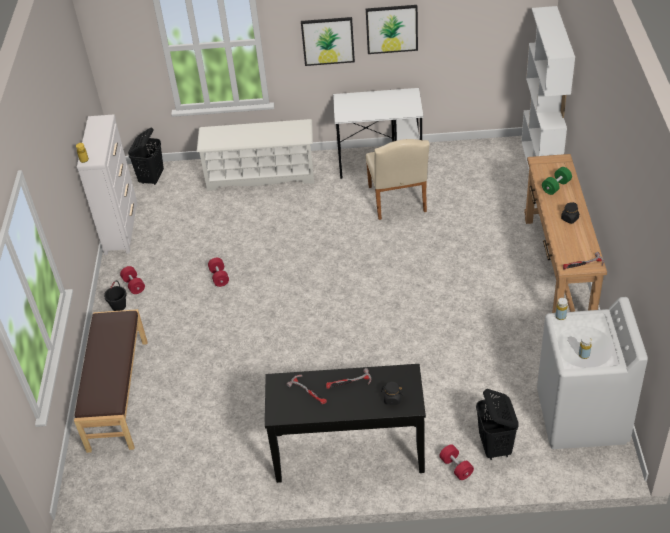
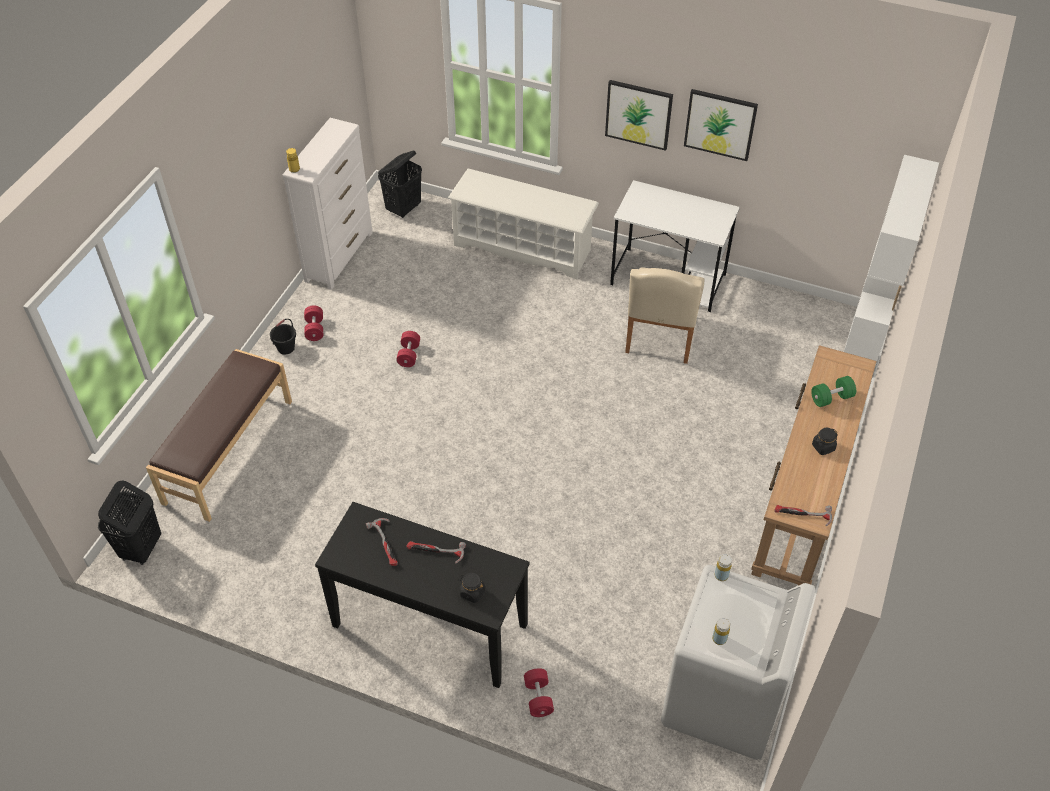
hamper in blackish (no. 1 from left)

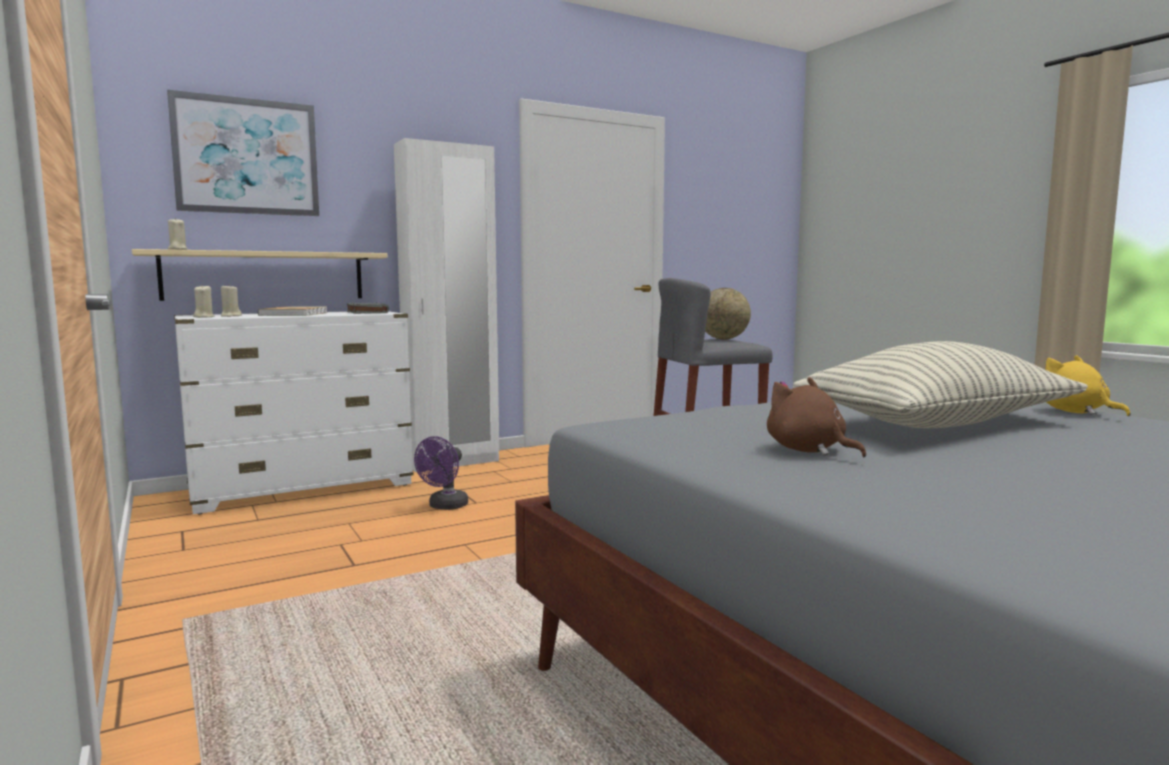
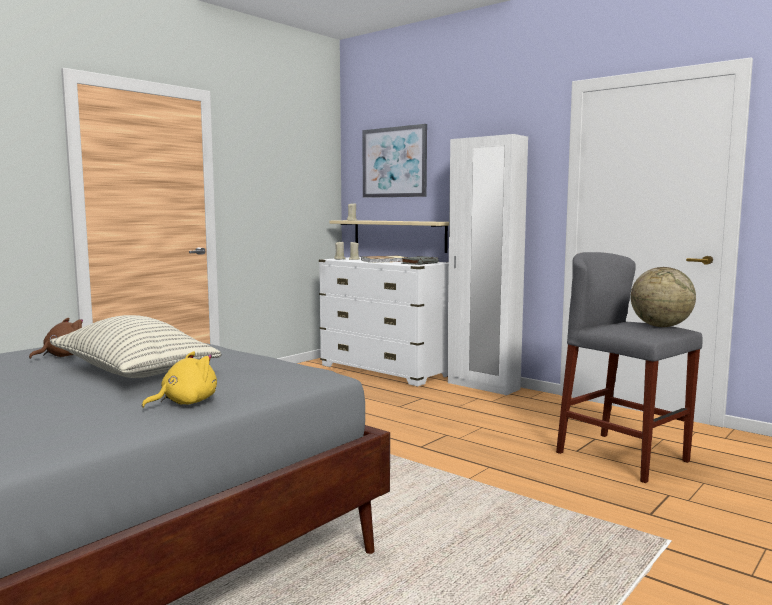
fan in purple-coloured

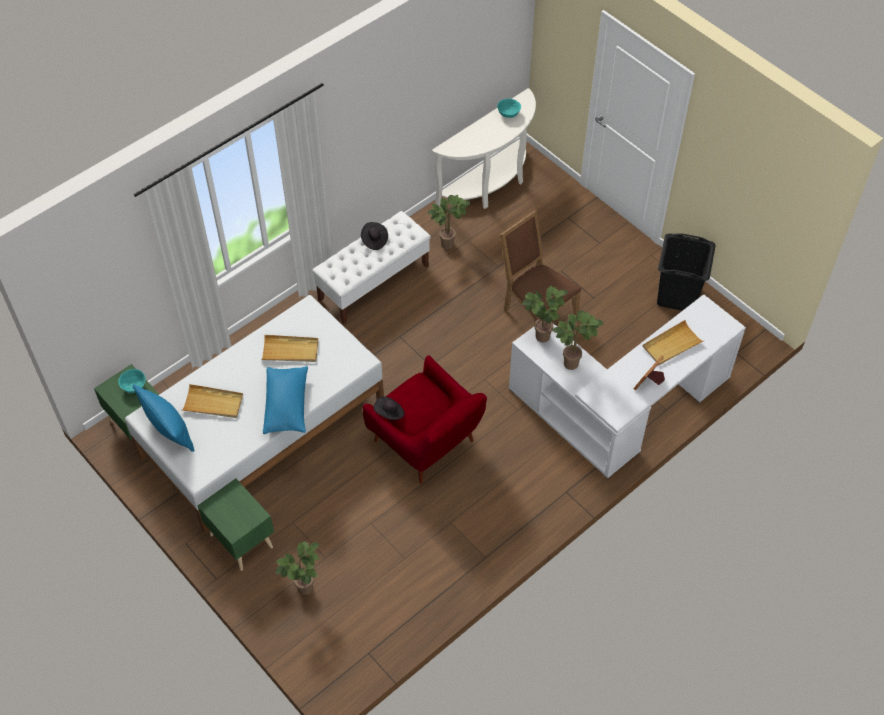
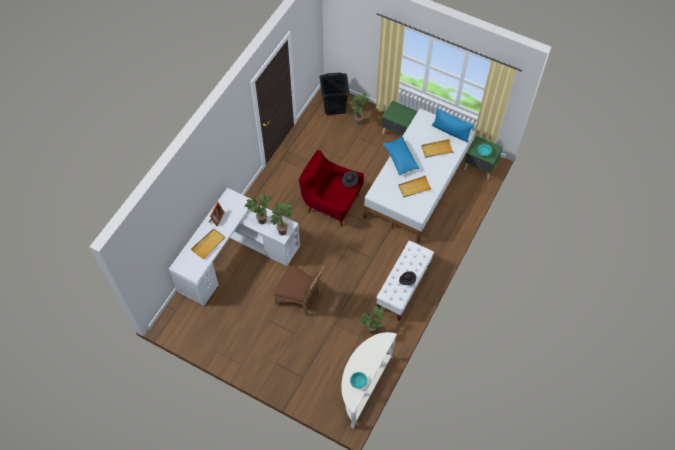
hamper in blackish

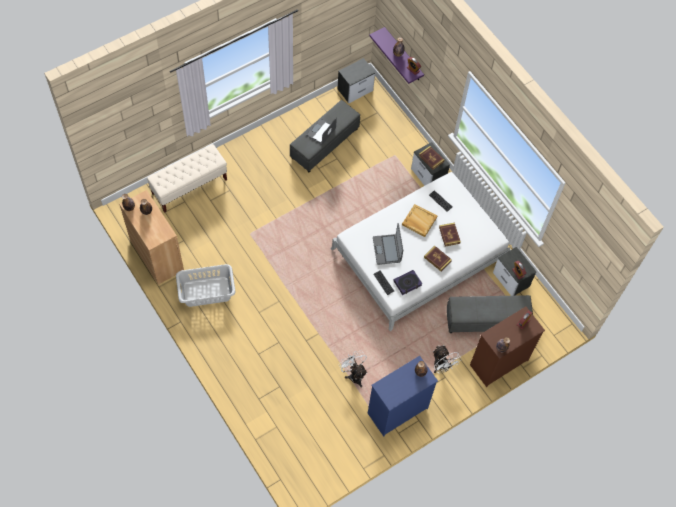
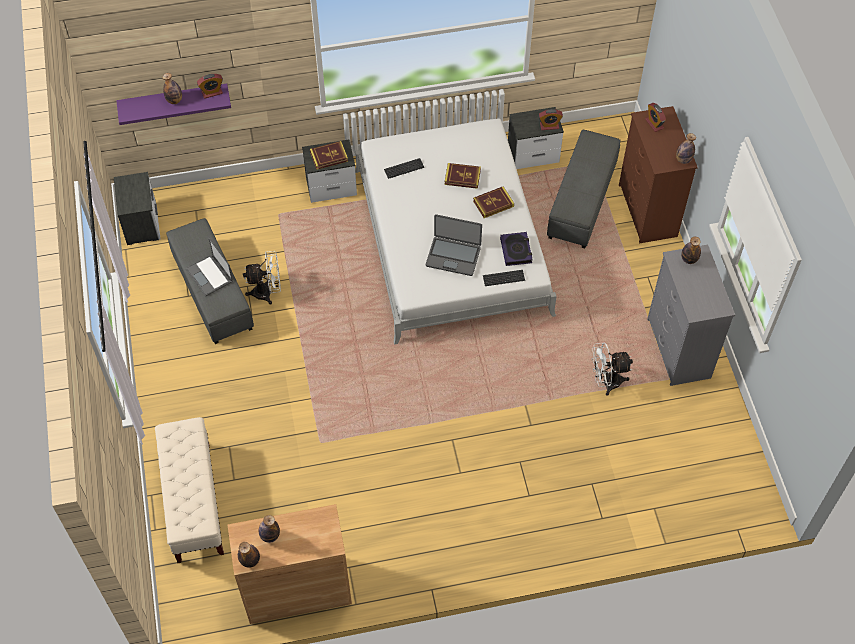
hamper in grey
chest of drawers in grey
tray in beige
fan in white-coloured (no. 1 from left)

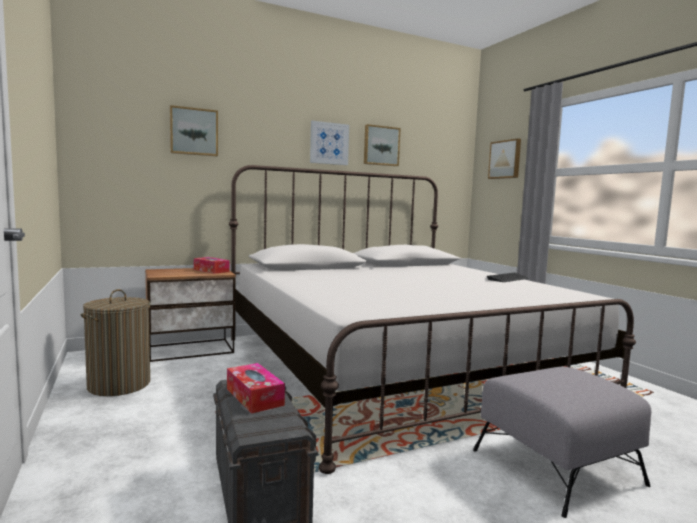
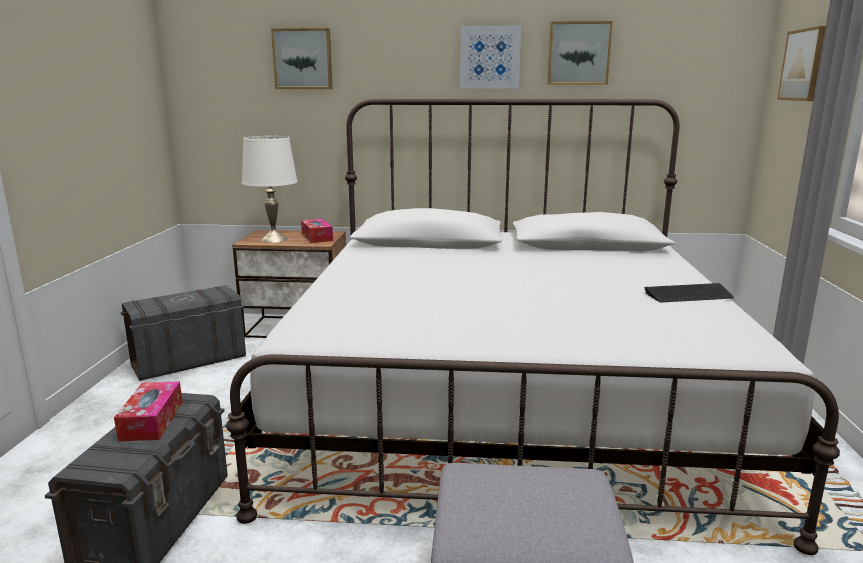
storage box in grey (no. 2 from left)
tabletop lamp in white-coloured

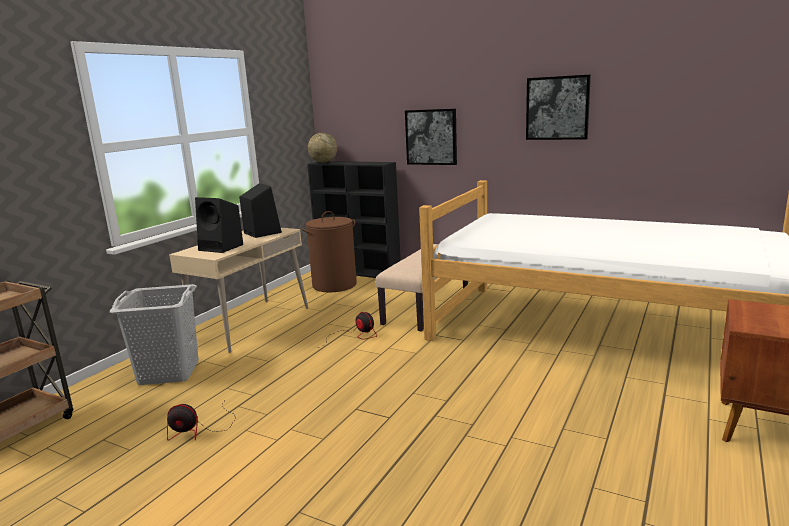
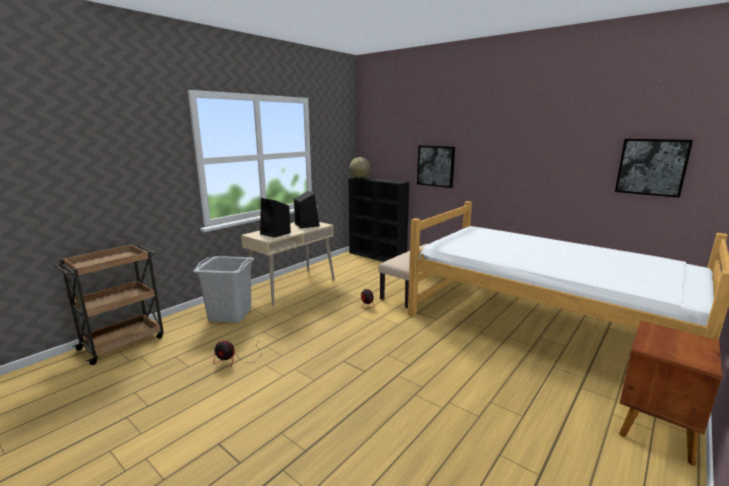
hamper in brown-coloured
wall picture (no. 2 from left)

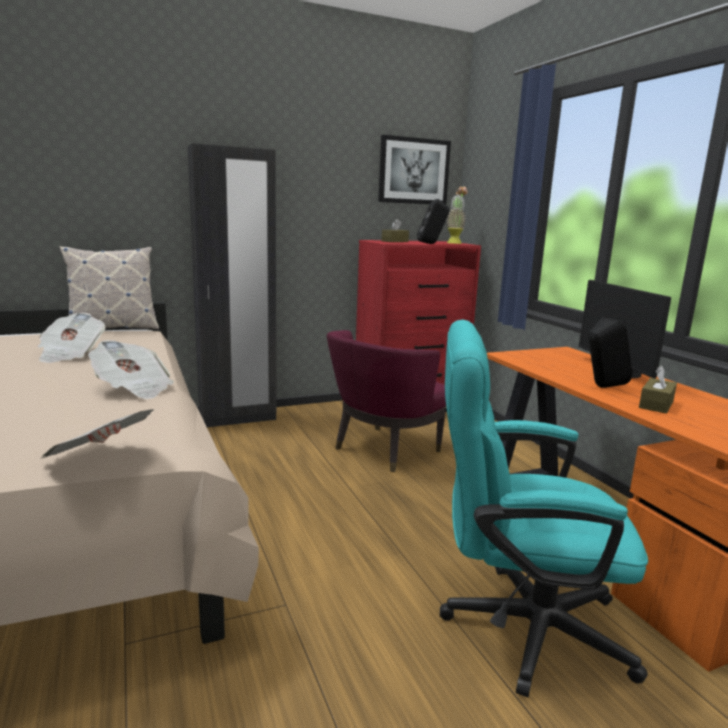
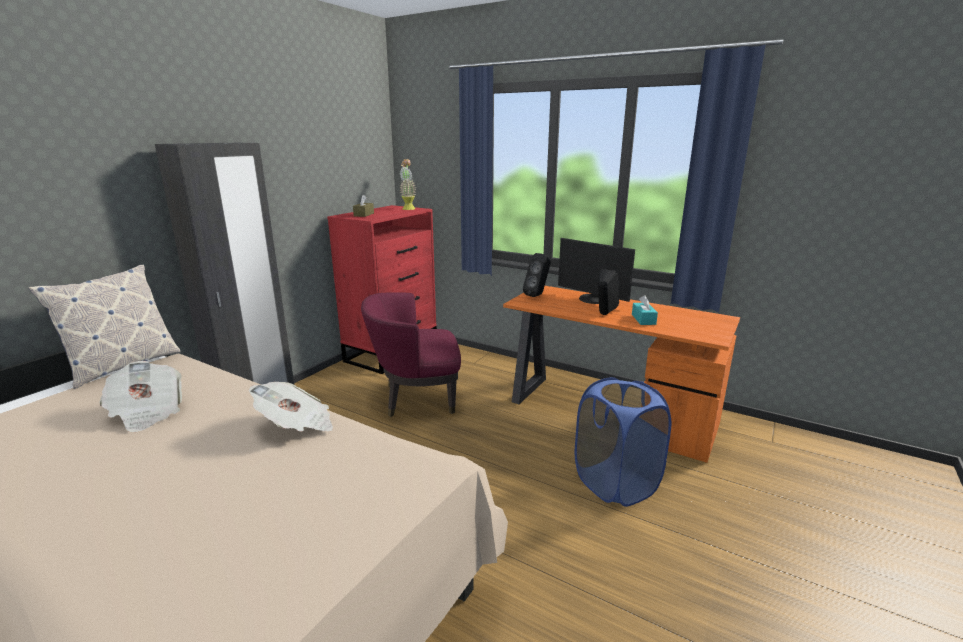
printed paper (no. 2 from left in the first image)
lounge chair in purple-coloured
wall picture
audio speaker in blackish (no. 1 from left)
hamper in blue
tissue box in turquoise-coloured

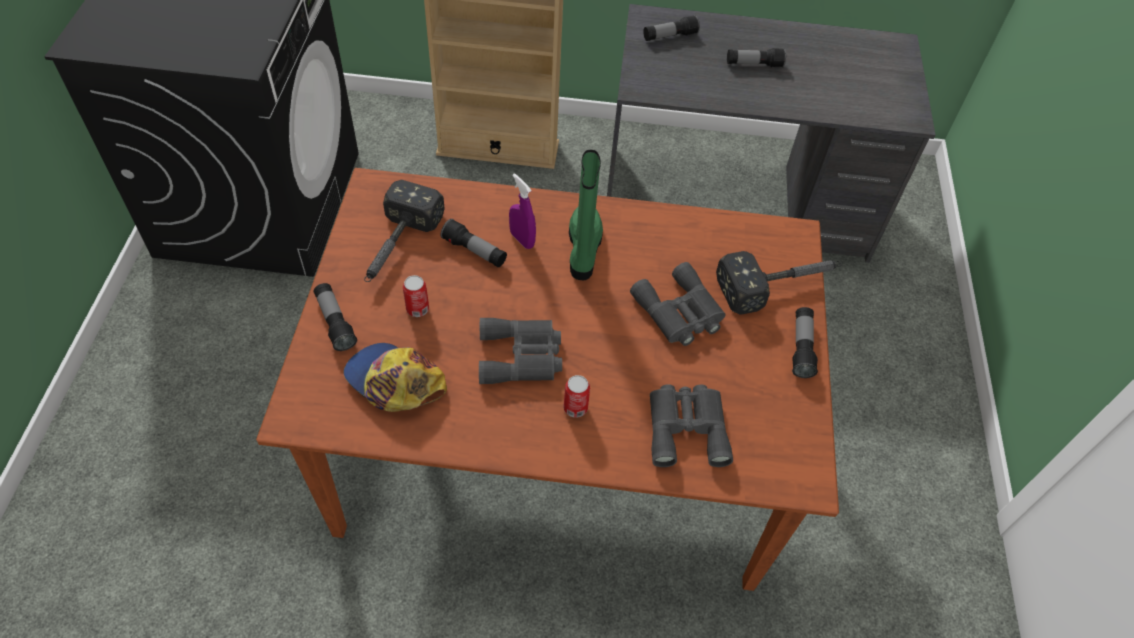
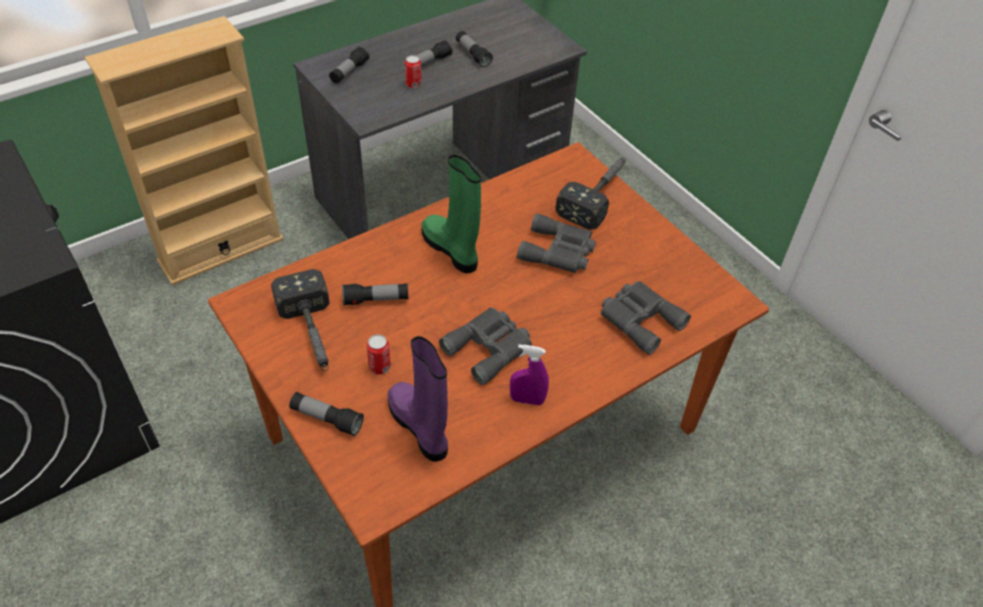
tall boot in purple-coloured
hand sprayer in purple-coloured
can (no. 2 from left)
flashlight (no. 5 from left)

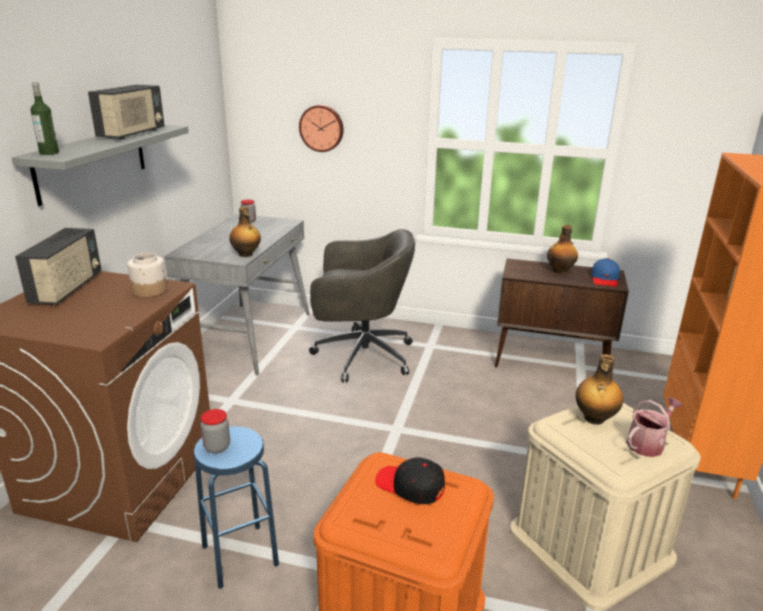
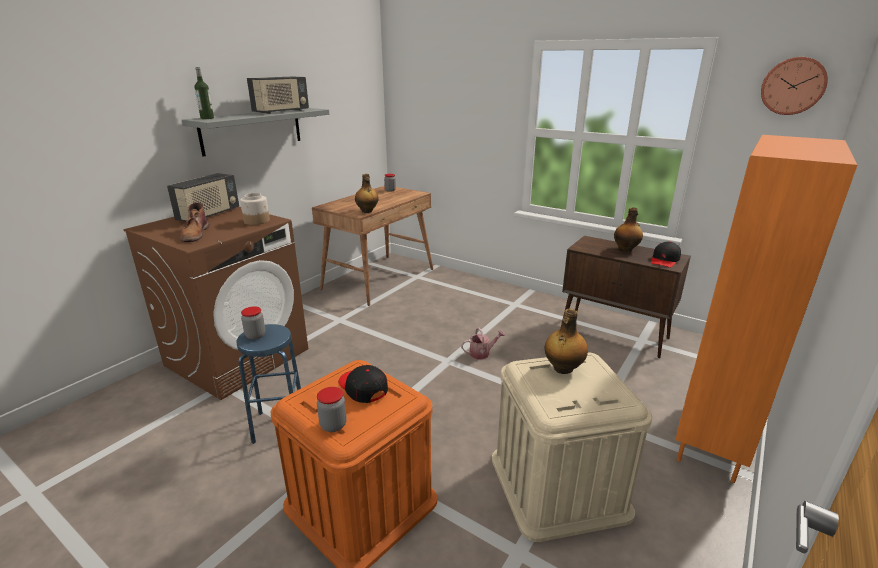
desk table in brown-coloured
clock on the wall
desk chair in grey
baseball cap in blackish (no. 2 from left)
watering can
tall boot in brown-coloured
jar (no. 3 from left)

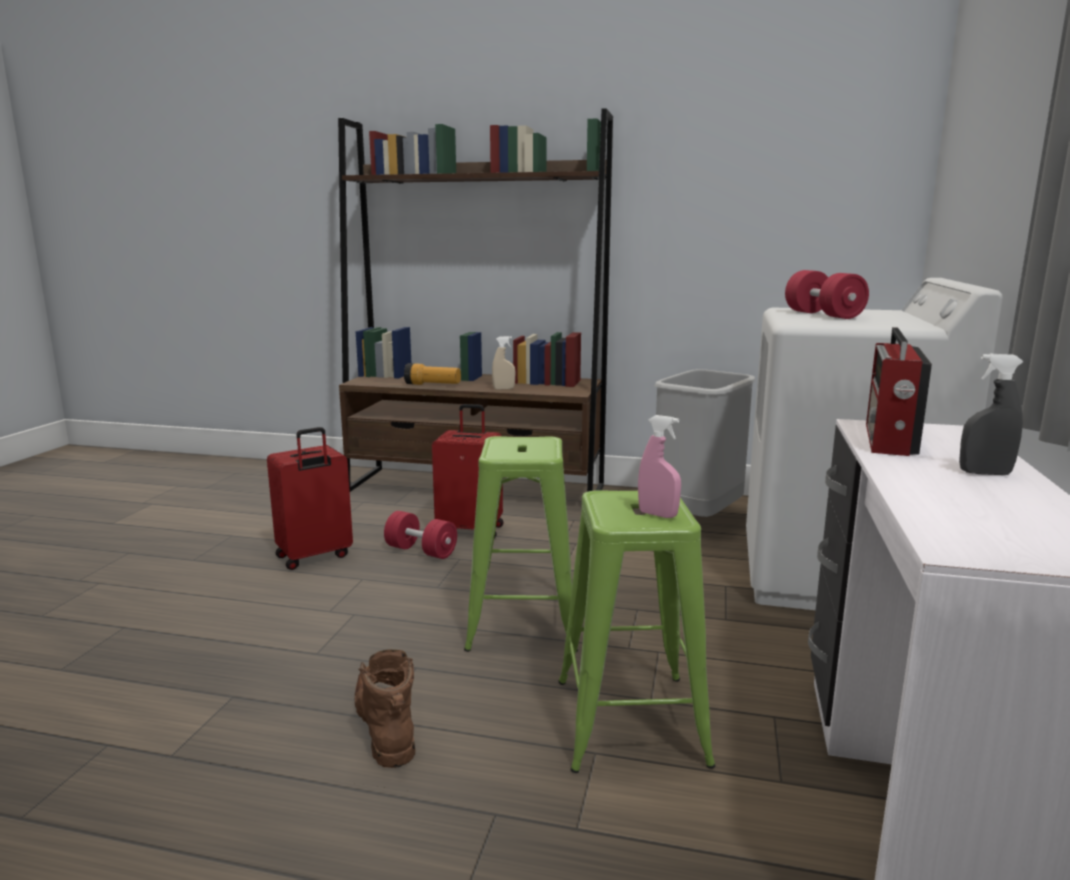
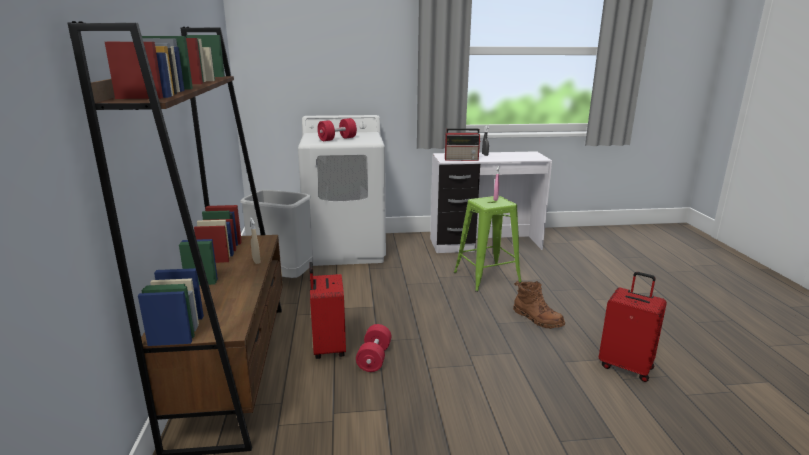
piece of luggage in red-coloured (no. 2 from left)
tall boot in brown-coloured
flashlight
stool seat in green-coloured (no. 1 from left in the first image)

